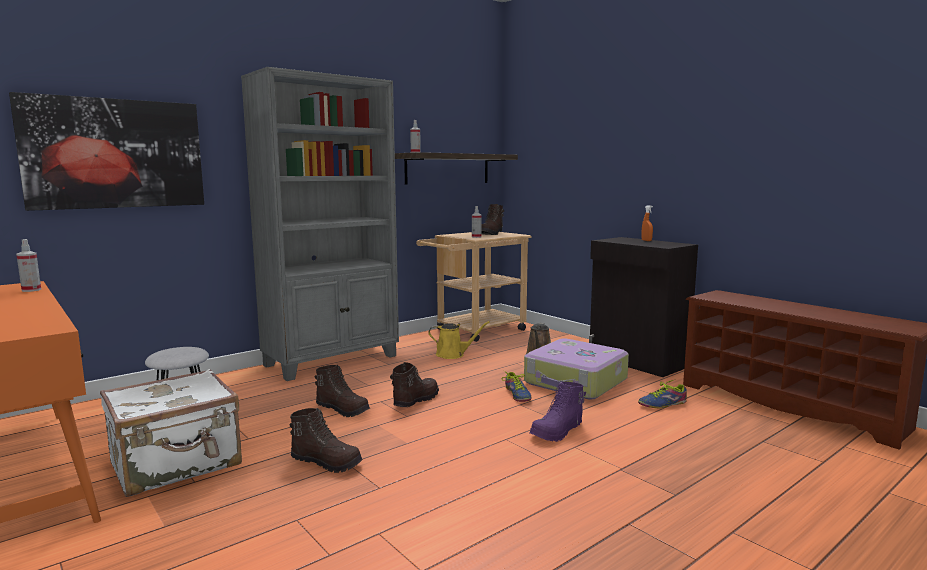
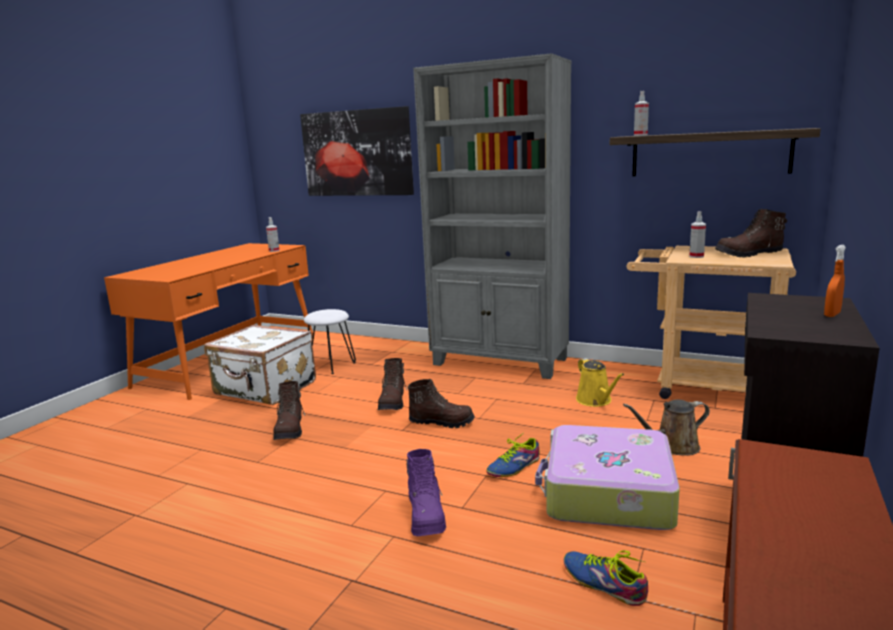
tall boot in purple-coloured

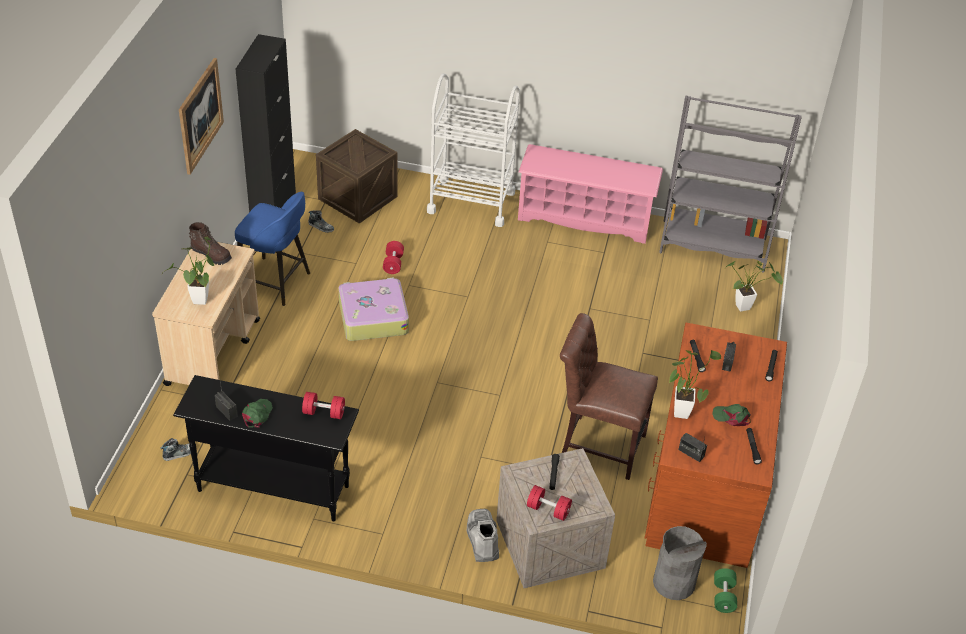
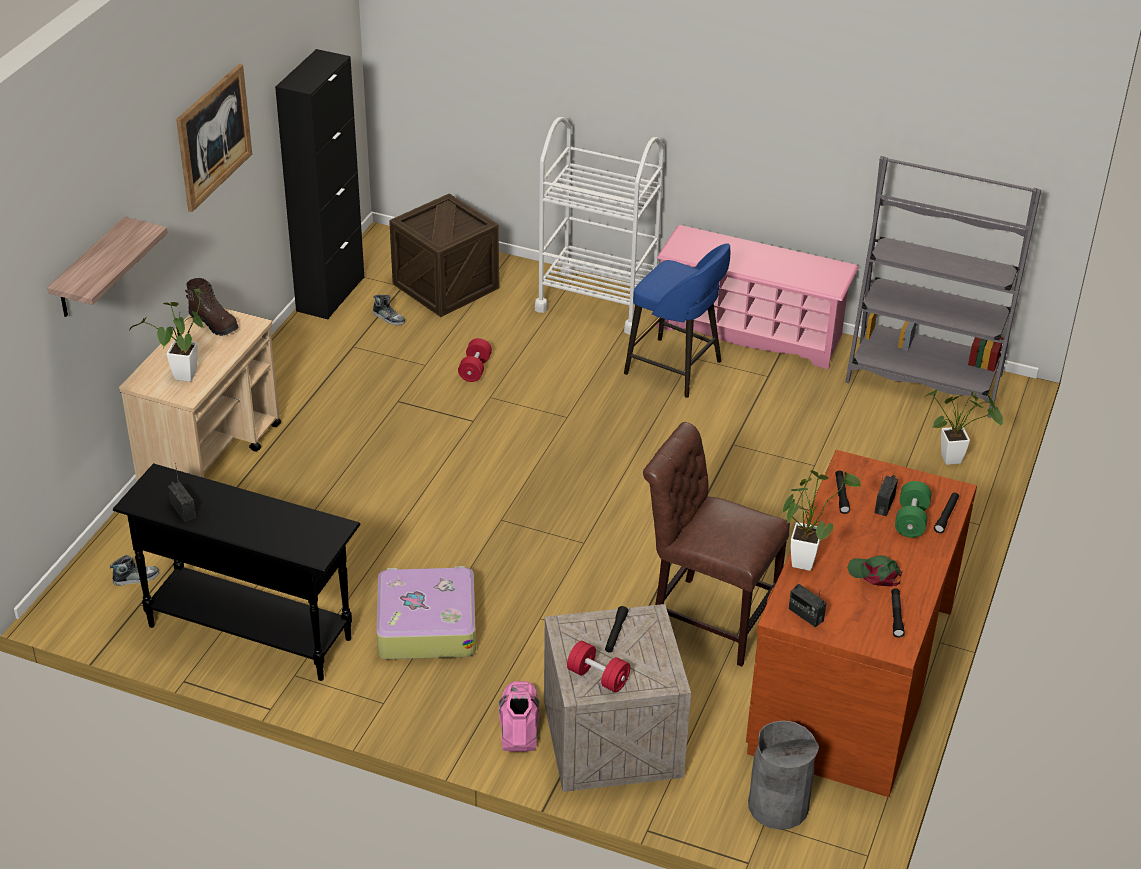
stool seat in blue
baseball cap in green-coloured (no. 1 from left in the first image)
free weight in red-coloured (no. 1 from left in the first image)
piece of luggage
tall boot in pink-coloured
free weight in green-coloured
bracket shelf

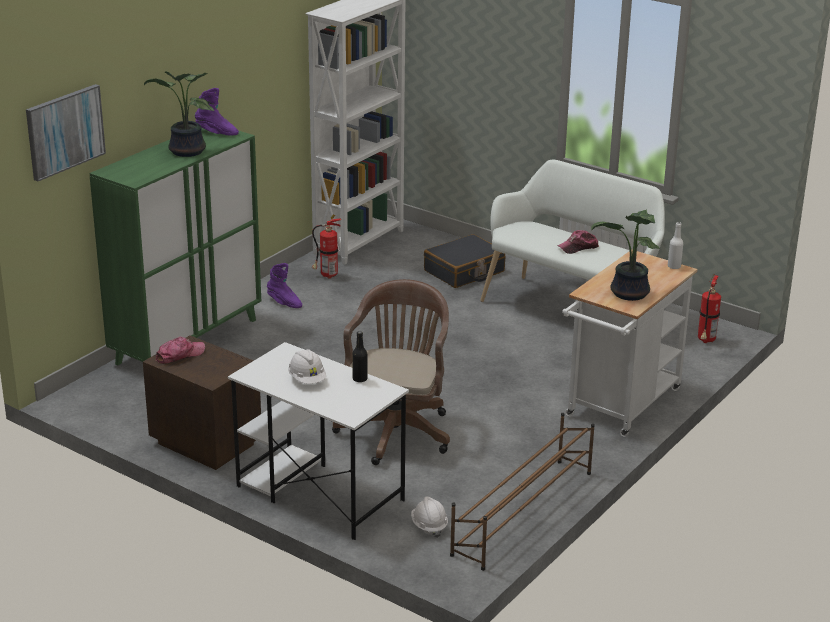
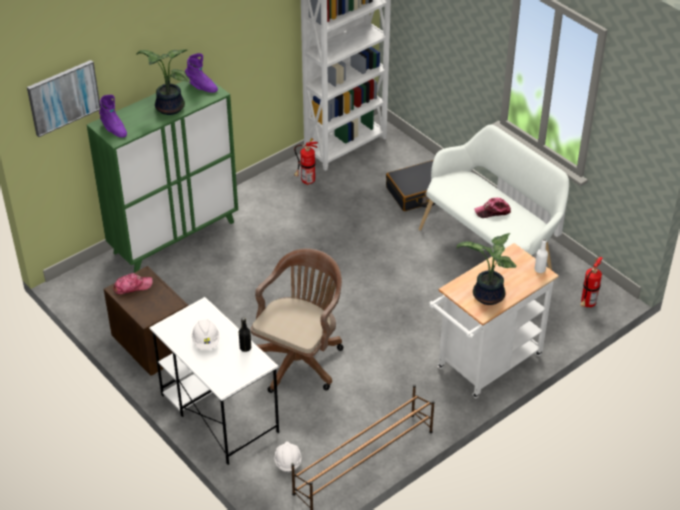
tall boot in purple-coloured (no. 1 from left)

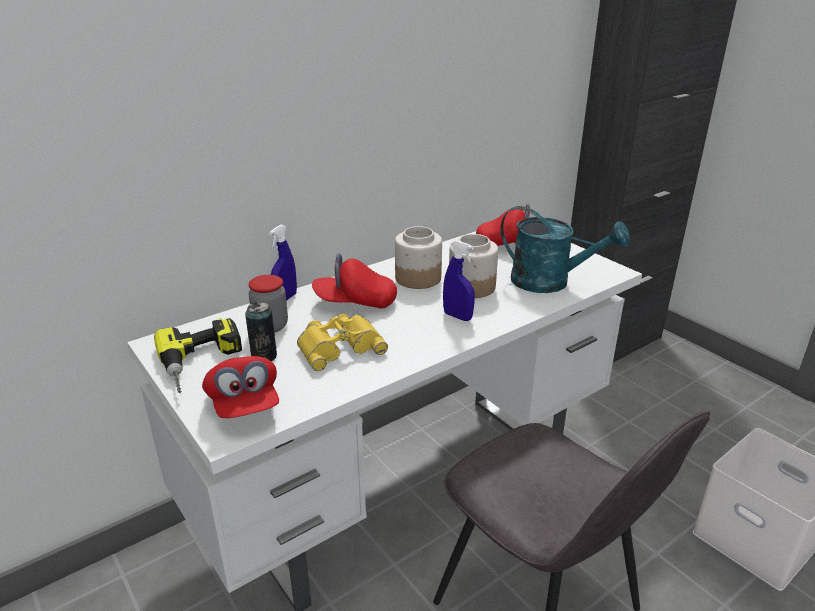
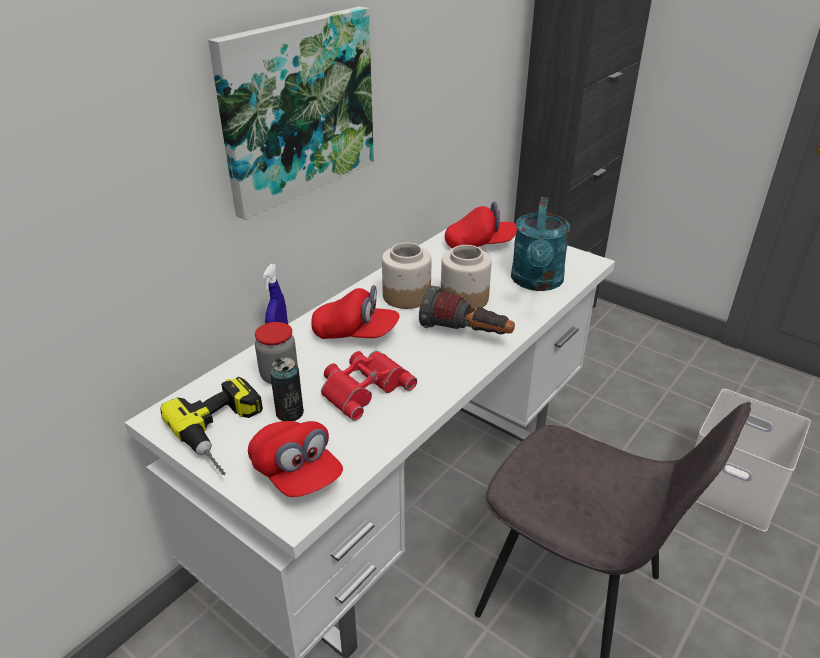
pair of binoculars in red-coloured
baseball cap in red-coloured (no. 2 from left)
flashlight
watering can in turquoise-coloured
wall picture

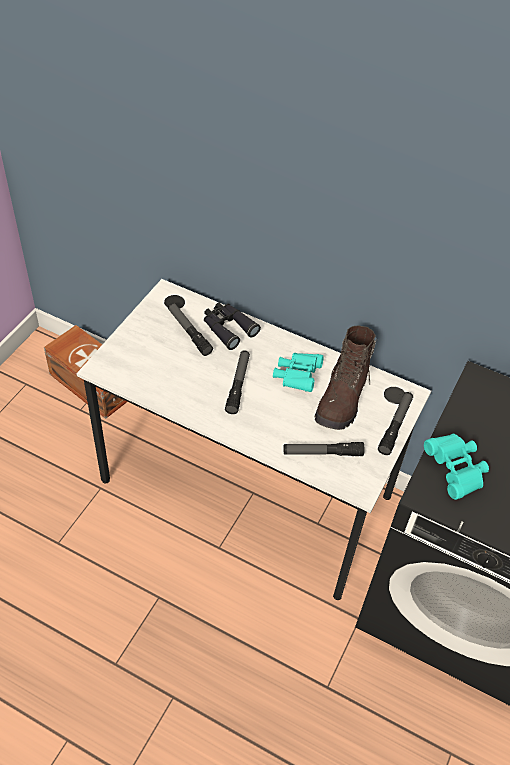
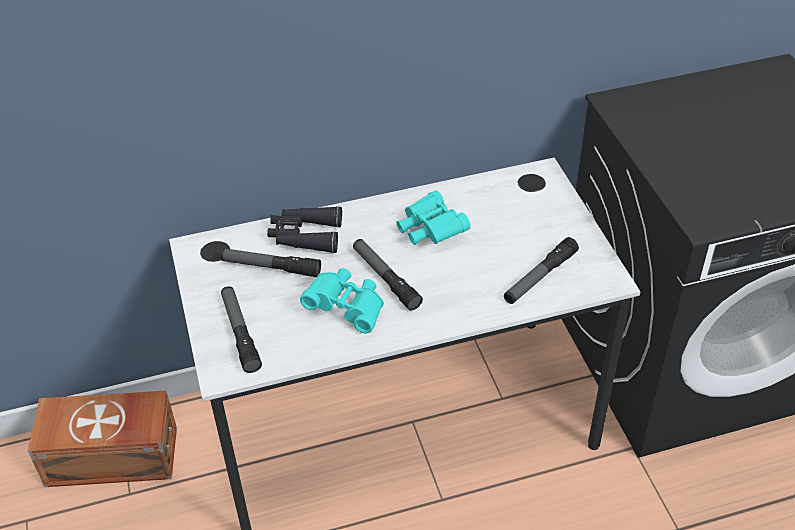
tall boot in brown-coloured
flashlight (no. 1 from left)
pair of binoculars in turquoise-coloured (no. 1 from left)

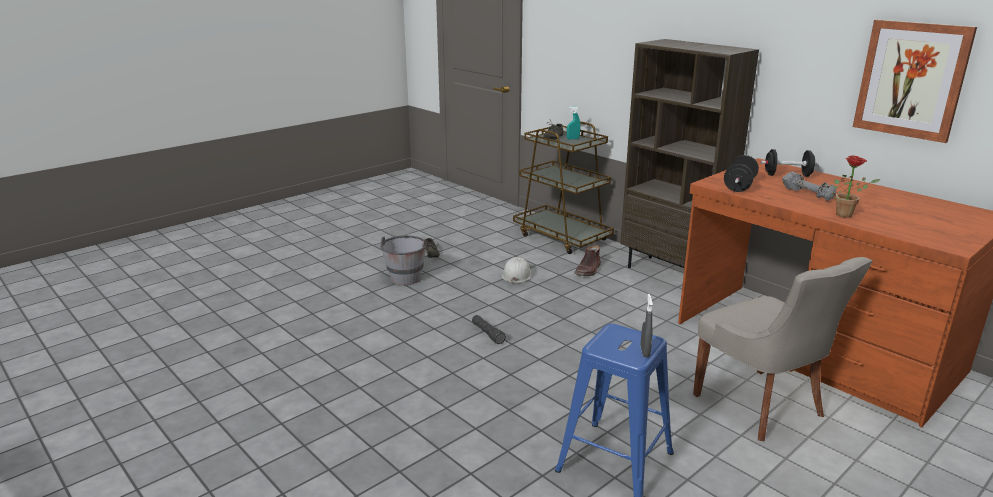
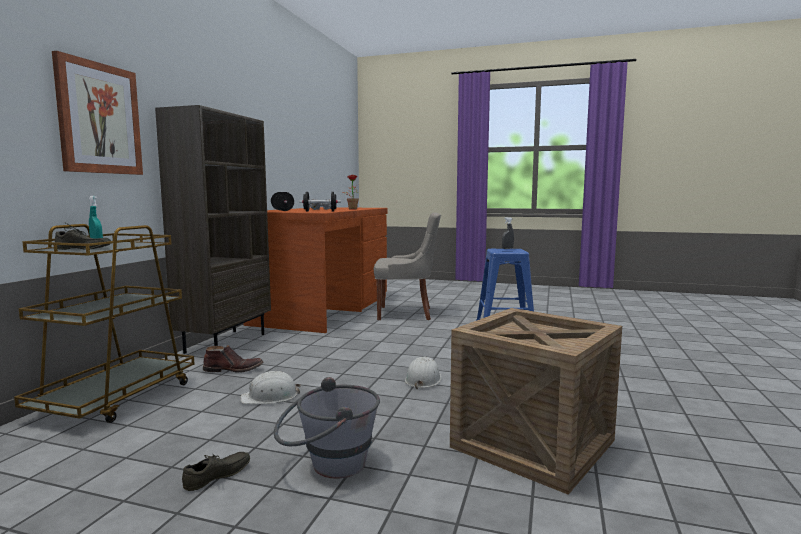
safety helmet in white-coloured (no. 2 from left)
plain chair in grey
wall picture
shipping crate

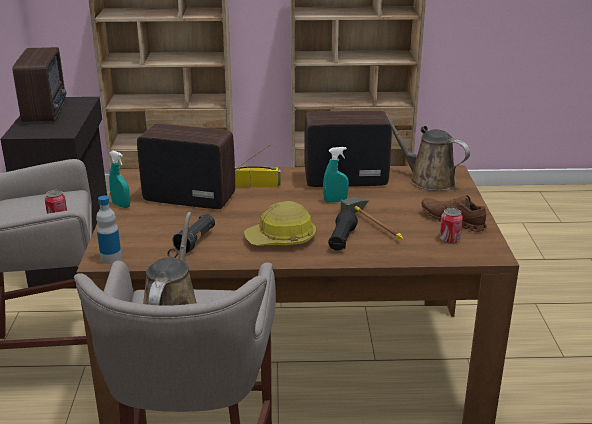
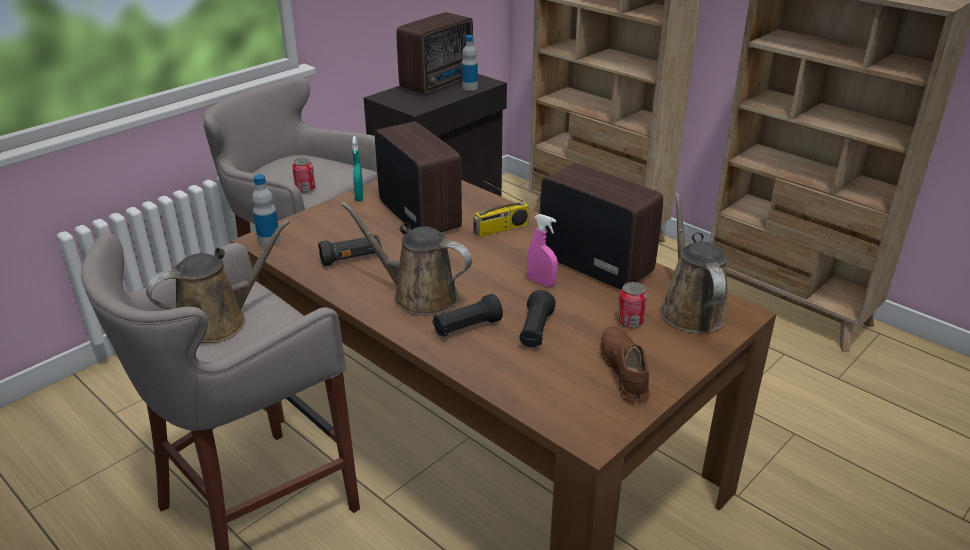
radio (no. 3 from left)
watering can in brown-coloured (no. 2 from left)
hand sprayer in pink-coloured
flashlight in blackish (no. 3 from left)
can (no. 2 from left)
beverage bottle (no. 2 from left)

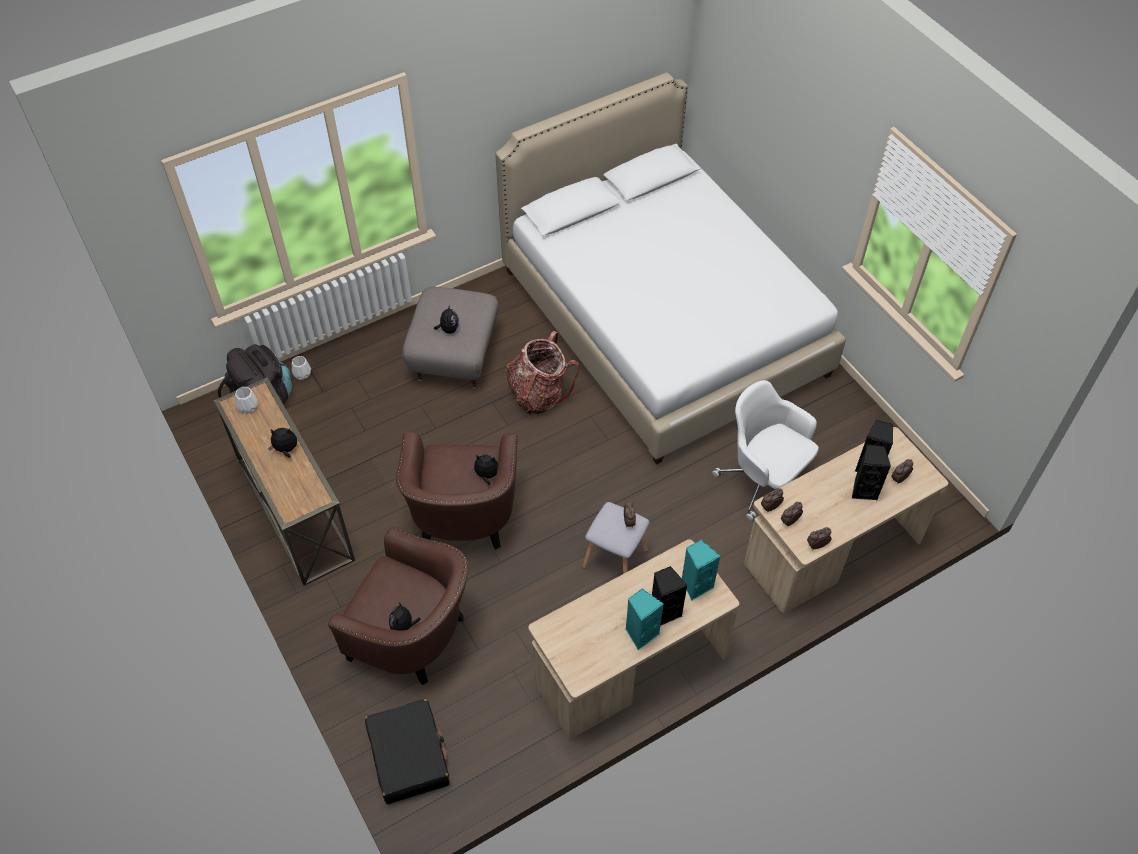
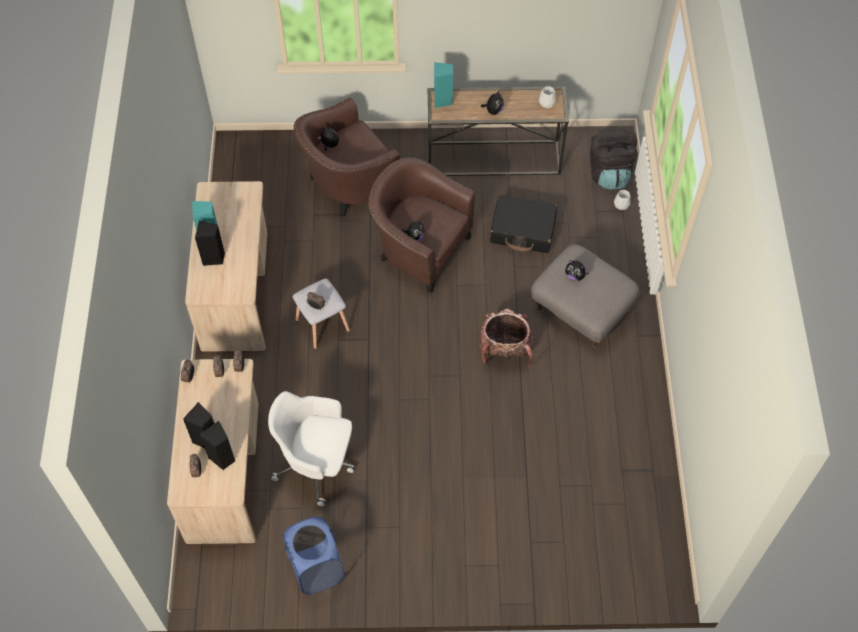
piece of luggage in blackish
bed in white-coloured
audio speaker in turquoise-coloured (no. 2 from left)
desk chair in white-coloured
hamper in blue

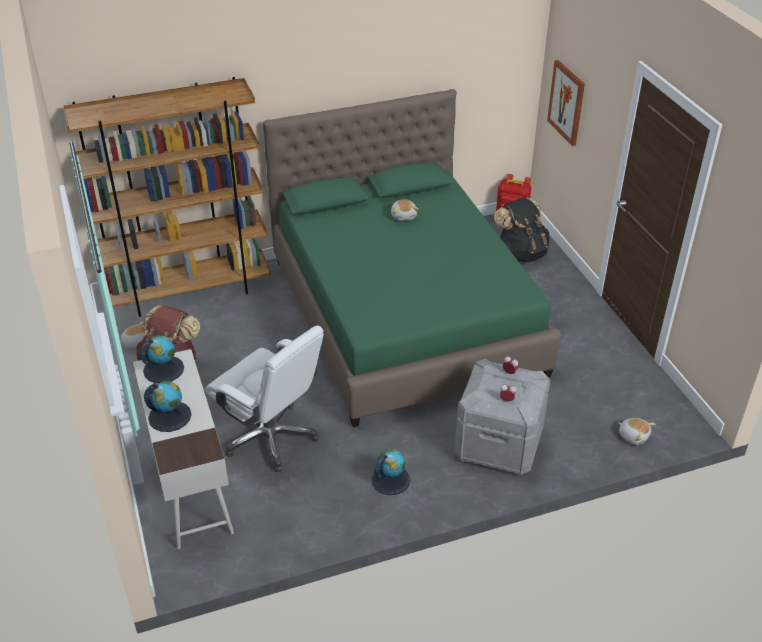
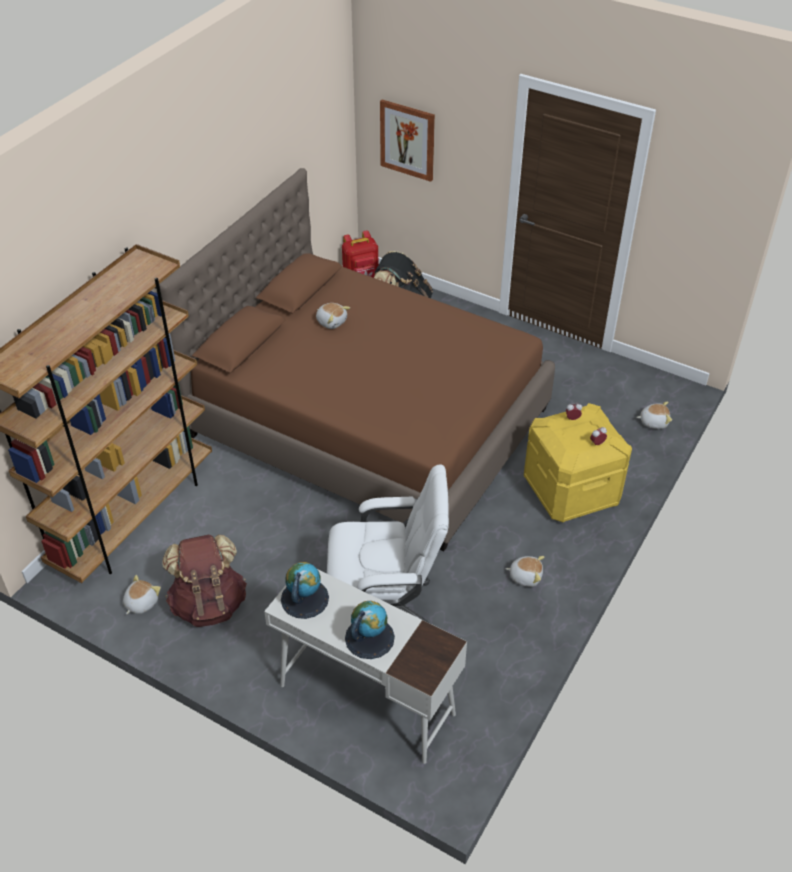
bed in brown-coloured
soft toy (no. 3 from left)
storage box in yellow-coloured

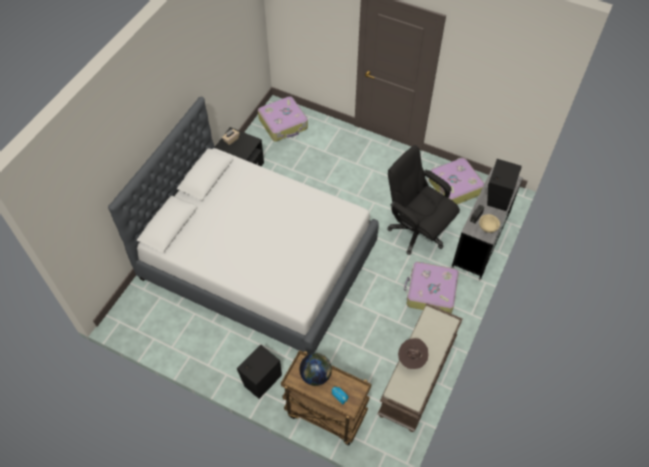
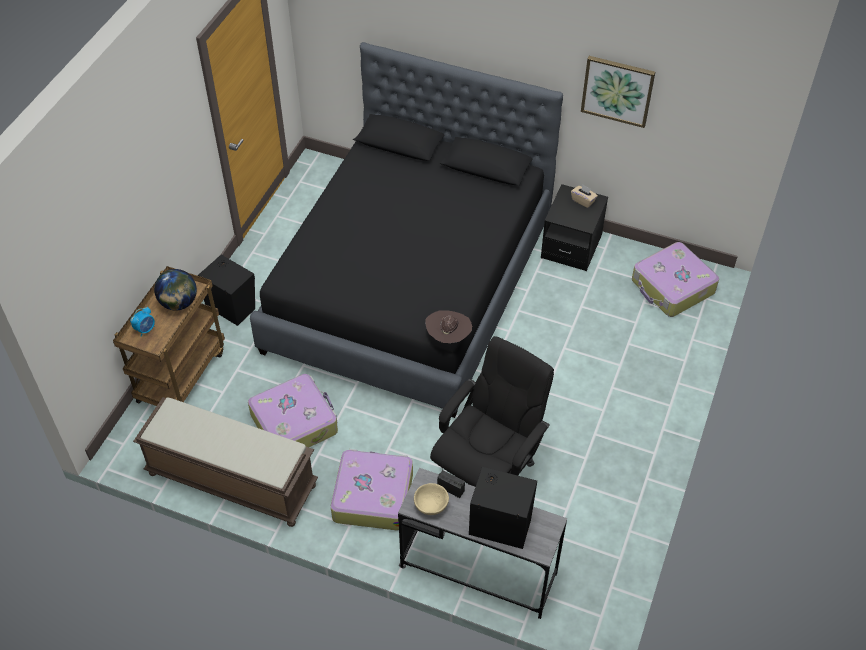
bed in blackish
clothing hat in brown-coloured
piece of luggage (no. 1 from left)
wall picture

